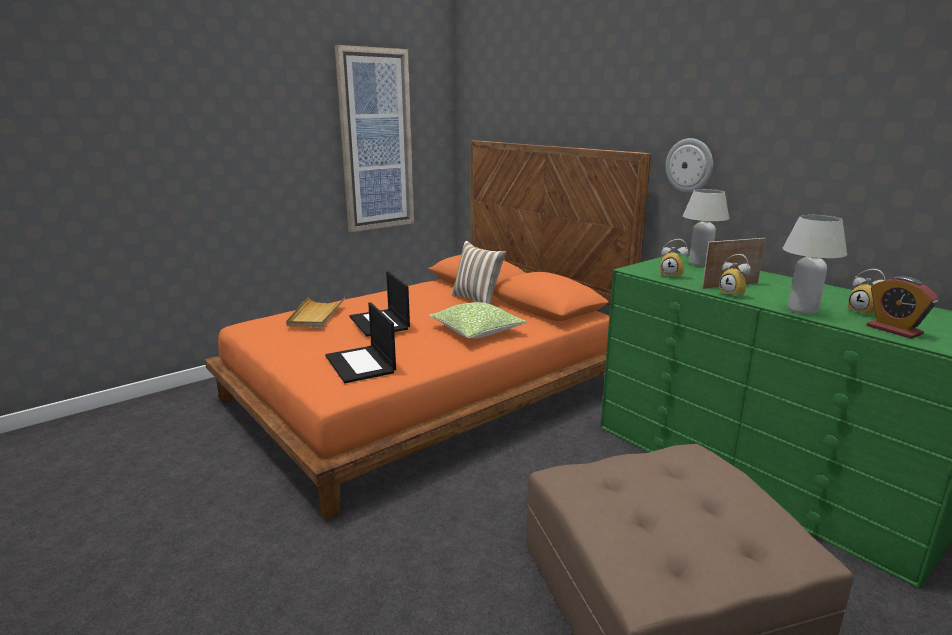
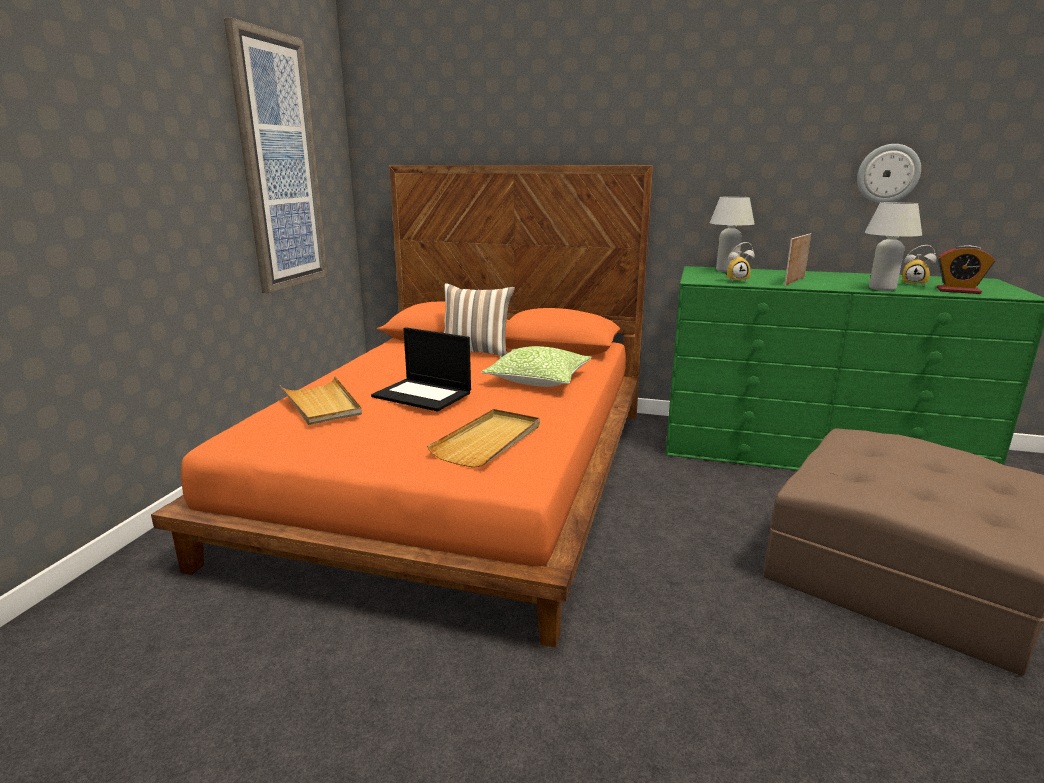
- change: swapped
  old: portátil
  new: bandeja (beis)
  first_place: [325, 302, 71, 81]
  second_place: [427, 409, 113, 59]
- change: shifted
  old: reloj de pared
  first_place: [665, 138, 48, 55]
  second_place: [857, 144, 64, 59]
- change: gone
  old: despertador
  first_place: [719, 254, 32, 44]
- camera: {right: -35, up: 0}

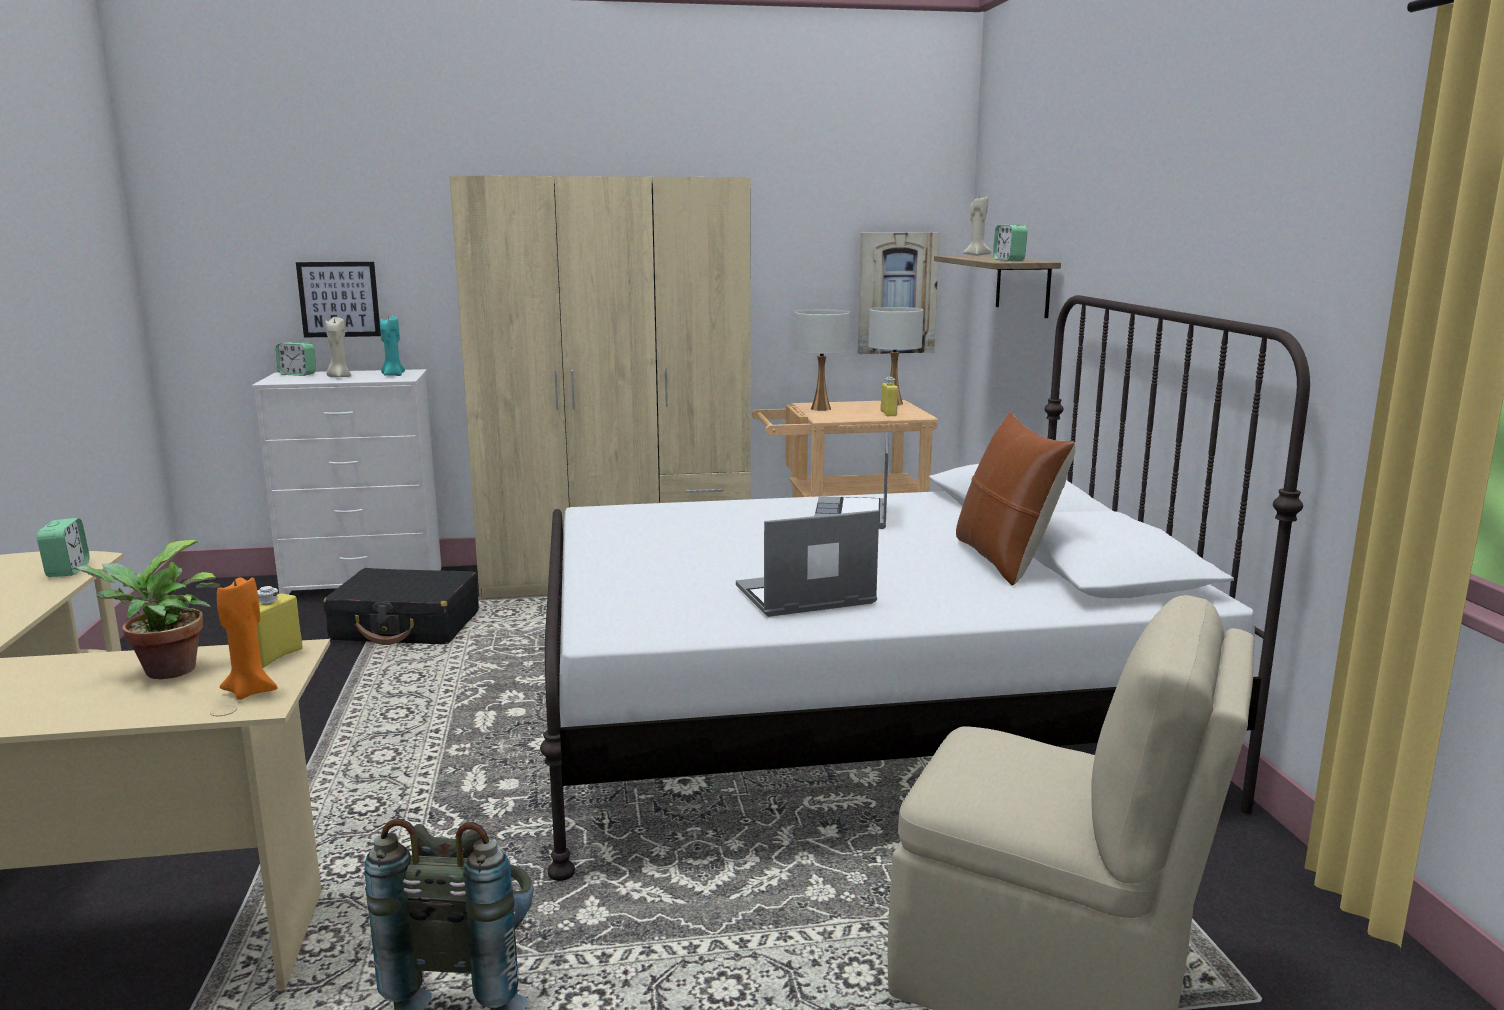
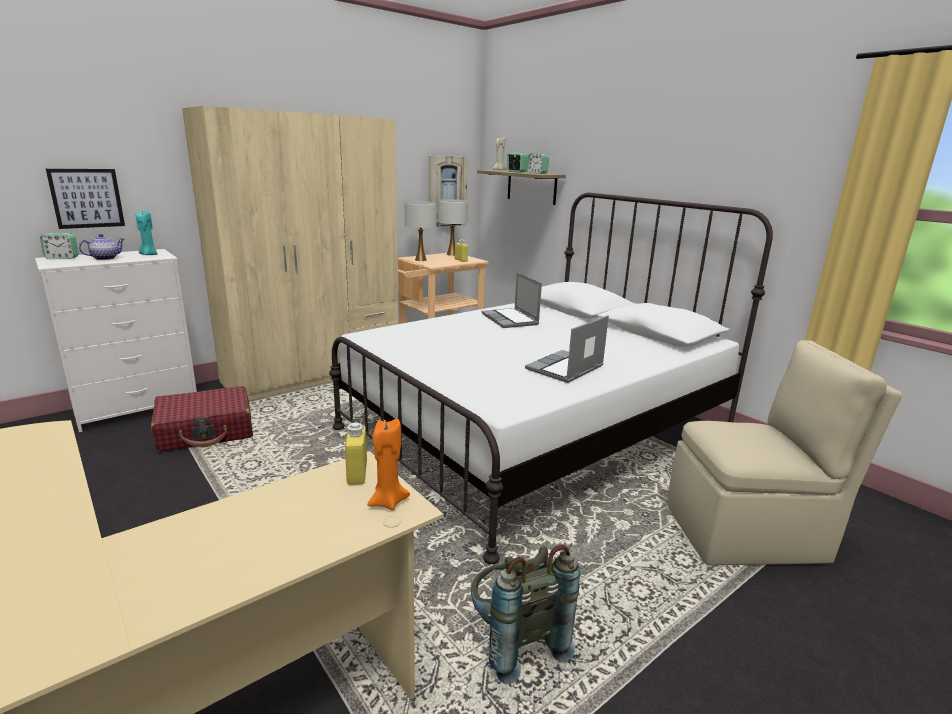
- change: swapped
  old: vela (beis)
  new: tetera
  first_place: [325, 317, 26, 60]
  second_place: [79, 234, 45, 26]
- change: repainted
  old: maleta (negro)
  new: maleta (rojo)
  first_place: [323, 568, 156, 77]
  second_place: [151, 386, 102, 66]
- change: shifted
  old: despertador
  first_place: [37, 518, 52, 59]
  second_place: [507, 153, 20, 20]
- change: gone
  old: planta en maceta
  first_place: [70, 540, 150, 139]
- change: gone
  old: cojín (marrón)
  first_place: [956, 412, 119, 174]
- camera: {right: -30, up: 5}

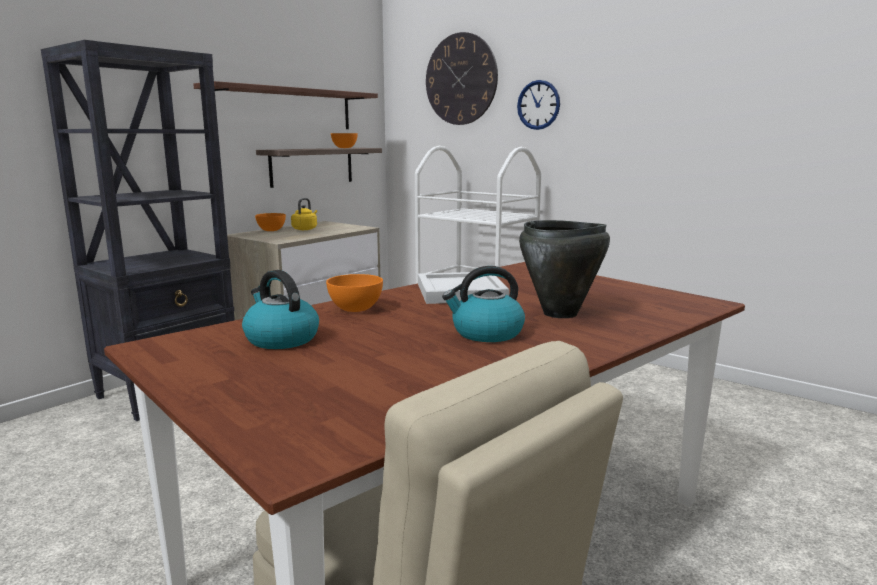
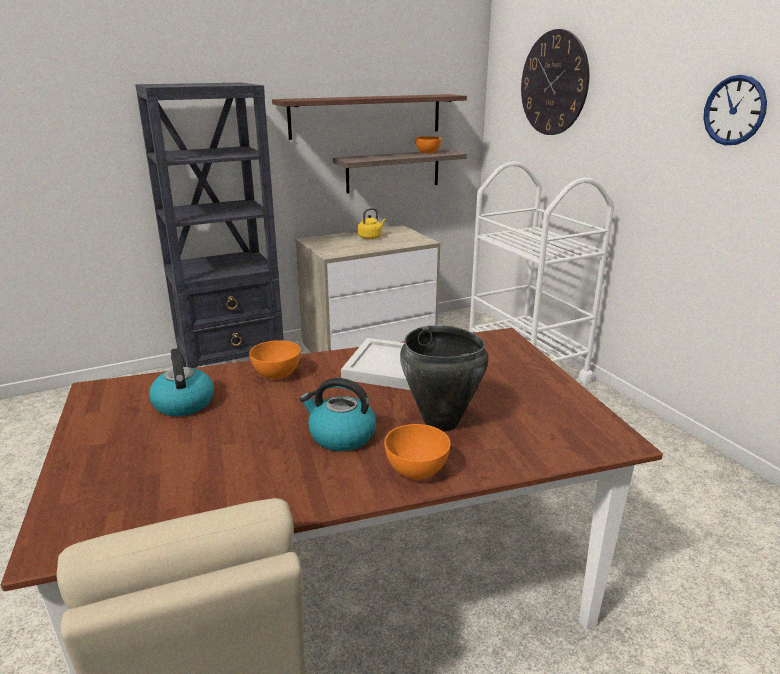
- change: shifted
  old: cuenco (naranja)
  first_place: [255, 213, 31, 18]
  second_place: [384, 424, 67, 56]
- change: shifted
  old: reloj de pared
  first_place: [517, 80, 43, 50]
  second_place: [703, 75, 64, 70]
- camera: {right: 25, up: 10}

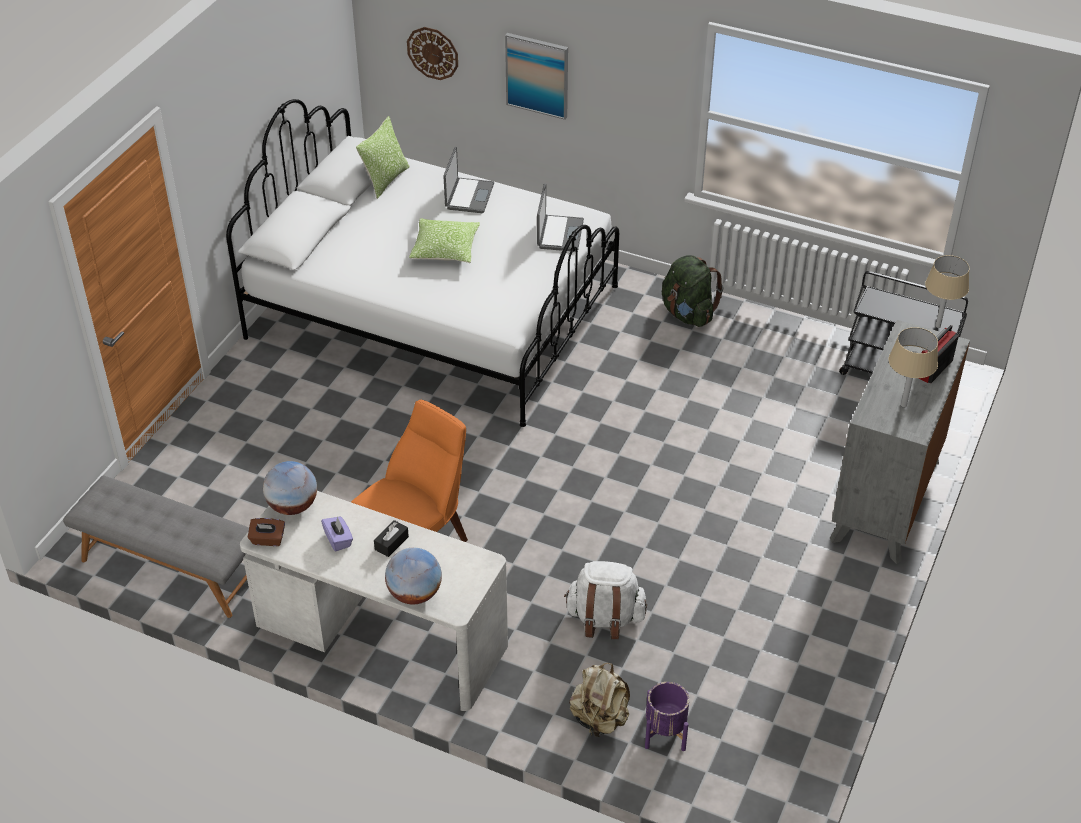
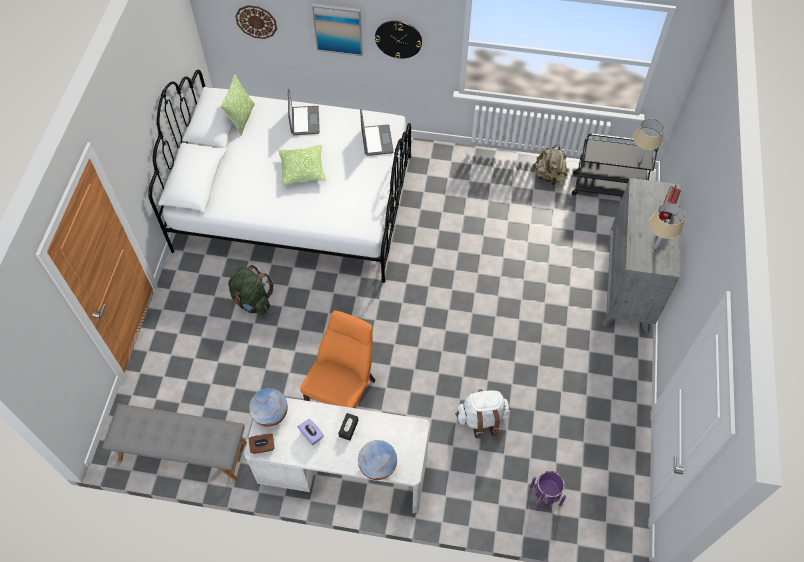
- change: shifted
  old: mochila (verde)
  first_place: [662, 255, 61, 72]
  second_place: [228, 265, 46, 50]
- change: new
  new: reloj de pared
  second_place: [375, 21, 47, 38]
- change: shifted
  old: mochila (beis)
  first_place: [569, 663, 61, 74]
  second_place: [534, 145, 33, 40]
- camera: {right: -15, up: 15}

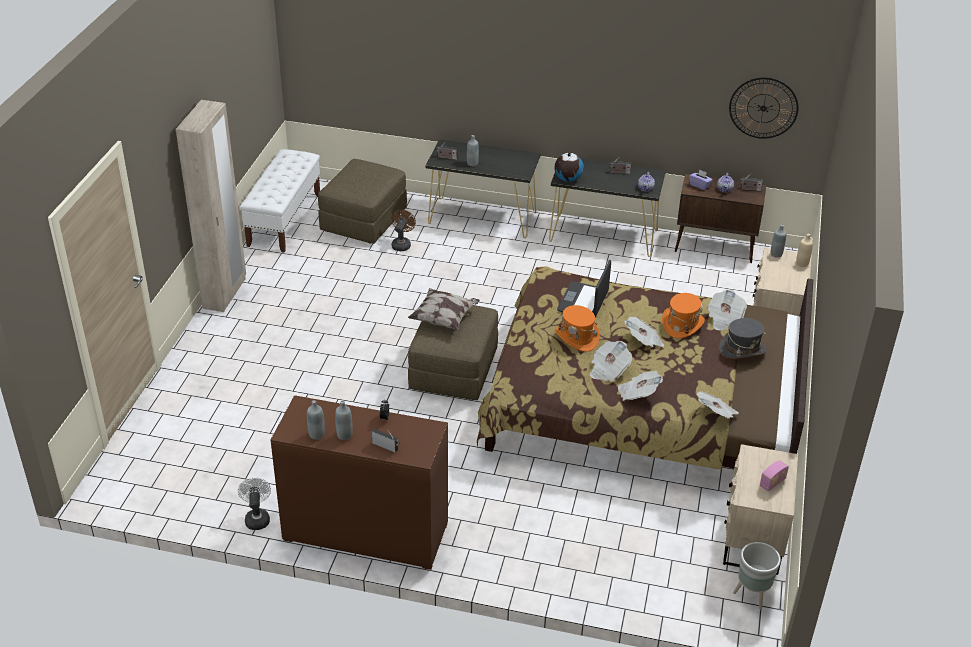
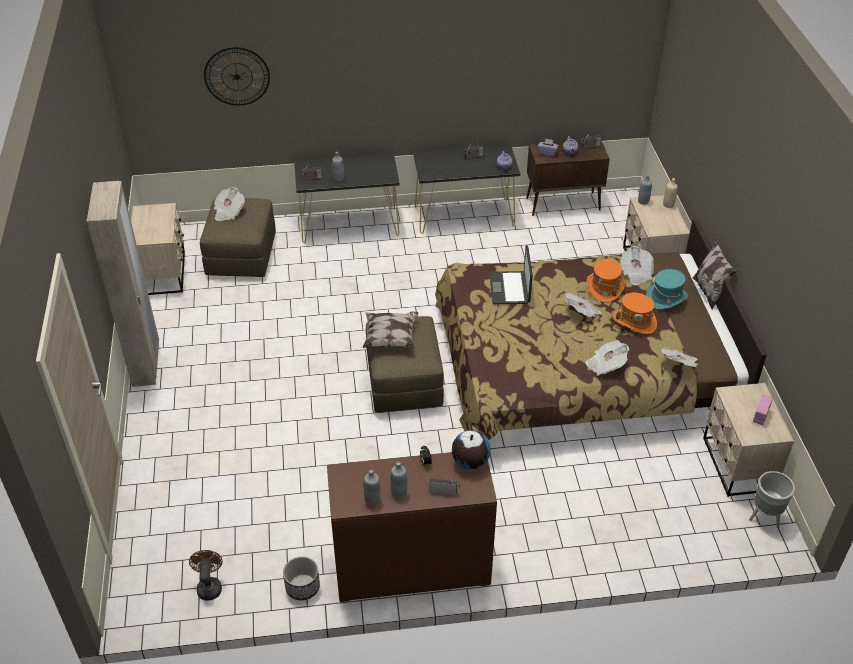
- change: swapped
  old: banco (blanco)
  new: mesita de noche (beis)
  first_place: [240, 149, 80, 104]
  second_place: [131, 203, 54, 92]
- change: shifted
  old: ventilador (marrón)
  first_place: [391, 210, 25, 41]
  second_place: [189, 550, 34, 50]
- change: shifted
  old: reloj de pared
  first_place: [729, 77, 69, 62]
  second_place: [204, 47, 66, 59]
- change: shifted
  old: periódico
  first_place: [590, 341, 42, 41]
  second_place: [214, 187, 31, 34]
- change: swapped
  old: ventilador (blanco)
  new: maceta
  first_place: [238, 477, 33, 53]
  second_place: [283, 556, 37, 44]
- change: shifted
  old: globo terráqueo
  first_place: [555, 152, 29, 30]
  second_place: [452, 430, 39, 39]
- change: shifted
  old: sombrero (naranja)
  first_place: [556, 305, 44, 47]
  second_place: [613, 293, 44, 41]
- change: repainted
  old: sombrero (gris)
  new: sombrero (turquesa)
  first_place: [719, 318, 48, 41]
  second_place: [646, 269, 42, 40]
- change: new
  new: cojín
  second_place: [692, 238, 45, 71]
- camera: {right: -20, up: 5}

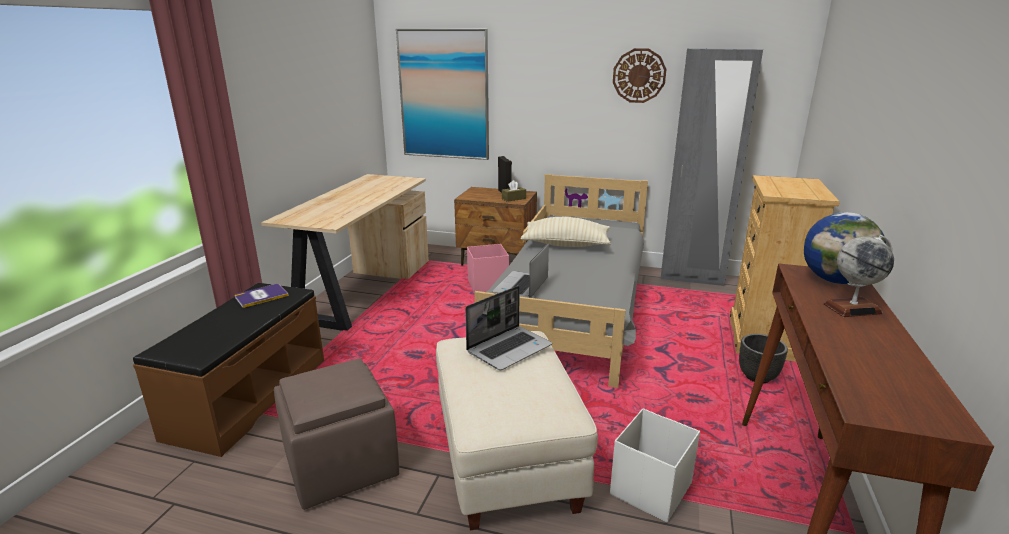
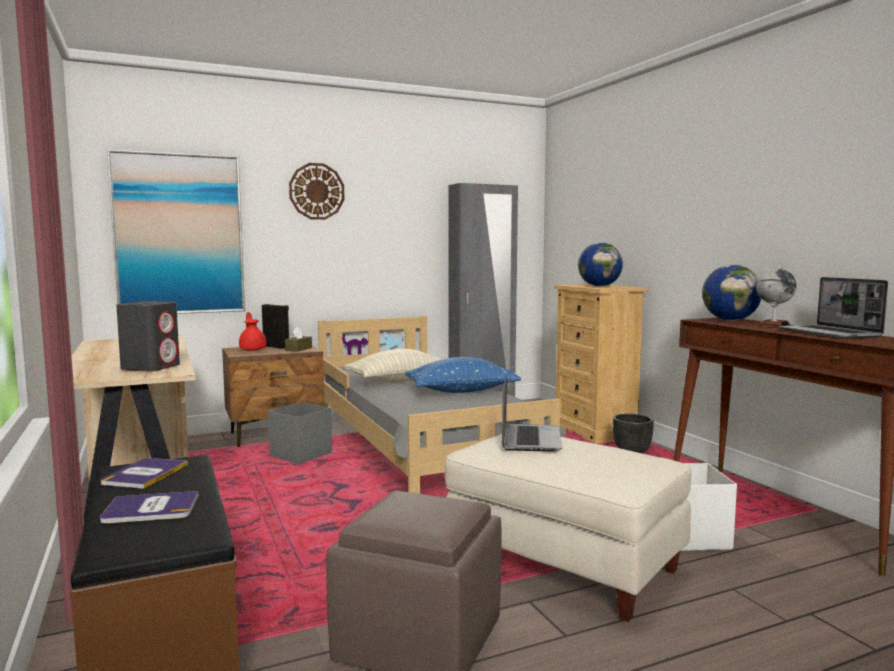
- change: new
  new: libro
  second_place: [100, 491, 98, 33]
- change: new
  new: altavoz (gris)
  second_place: [116, 301, 64, 71]
- change: new
  new: tetera (rojo)
  second_place: [239, 312, 28, 39]
- change: repainted
  old: caja de almacenaje (rosa)
  new: caja de almacenaje (gris)
  first_place: [467, 244, 42, 49]
  second_place: [268, 402, 64, 62]
- change: shifted
  old: reloj de pared
  first_place: [613, 48, 54, 55]
  second_place: [289, 163, 56, 57]
- change: new
  new: cojín (azul)
  second_place: [405, 357, 116, 36]
- change: new
  new: globo terráqueo
  second_place: [578, 242, 45, 44]
- change: shifted
  old: portátil
  first_place: [492, 243, 57, 55]
  second_place: [779, 277, 109, 62]
- camera: {right: -40, up: -15}

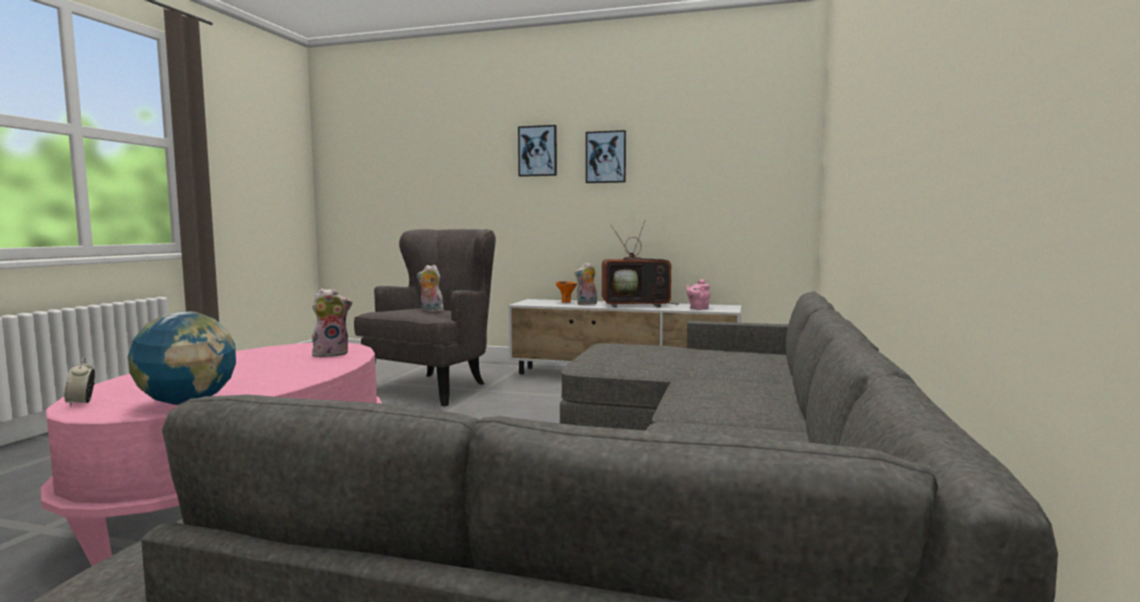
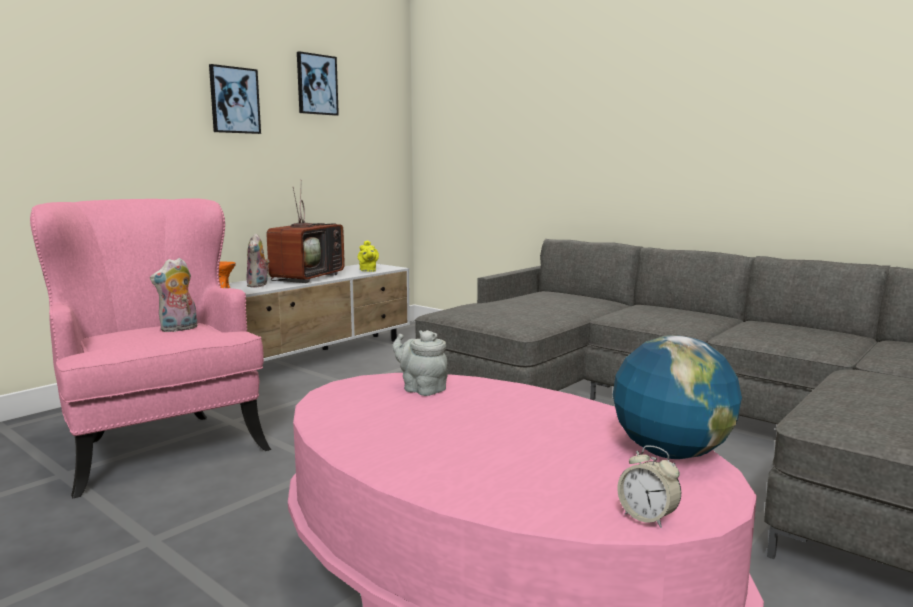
- change: repainted
  old: sillón (gris)
  new: sillón (rosa)
  first_place: [354, 229, 142, 177]
  second_place: [30, 198, 241, 300]
- change: shifted
  old: cuadro
  first_place: [518, 125, 39, 52]
  second_place: [297, 51, 42, 65]
- change: repainted
  old: tetera (rosa)
  new: tetera (amarillo)
  first_place: [686, 279, 24, 31]
  second_place: [358, 240, 21, 32]
- change: swapped
  old: peluche
  new: tetera (gris)
  first_place: [312, 288, 40, 69]
  second_place: [393, 330, 55, 66]
- change: rotated
  old: despertador
  first_place: [65, 357, 30, 50]
  second_place: [617, 446, 64, 82]
  degrees: 45
- camera: {right: -65, up: 5}

